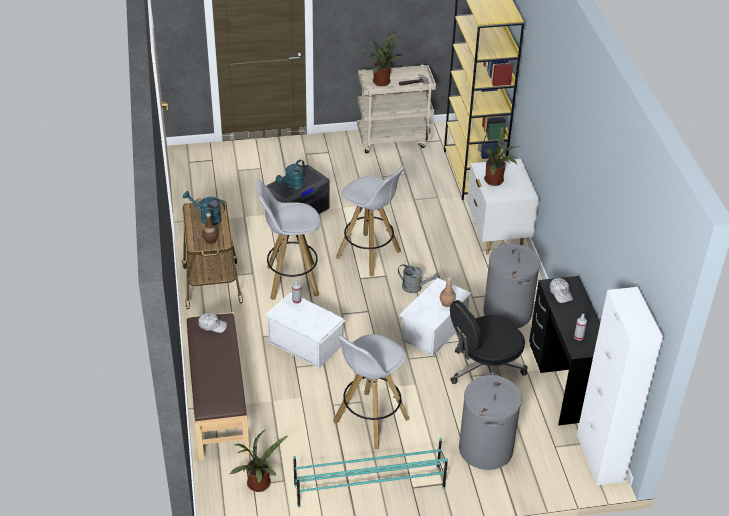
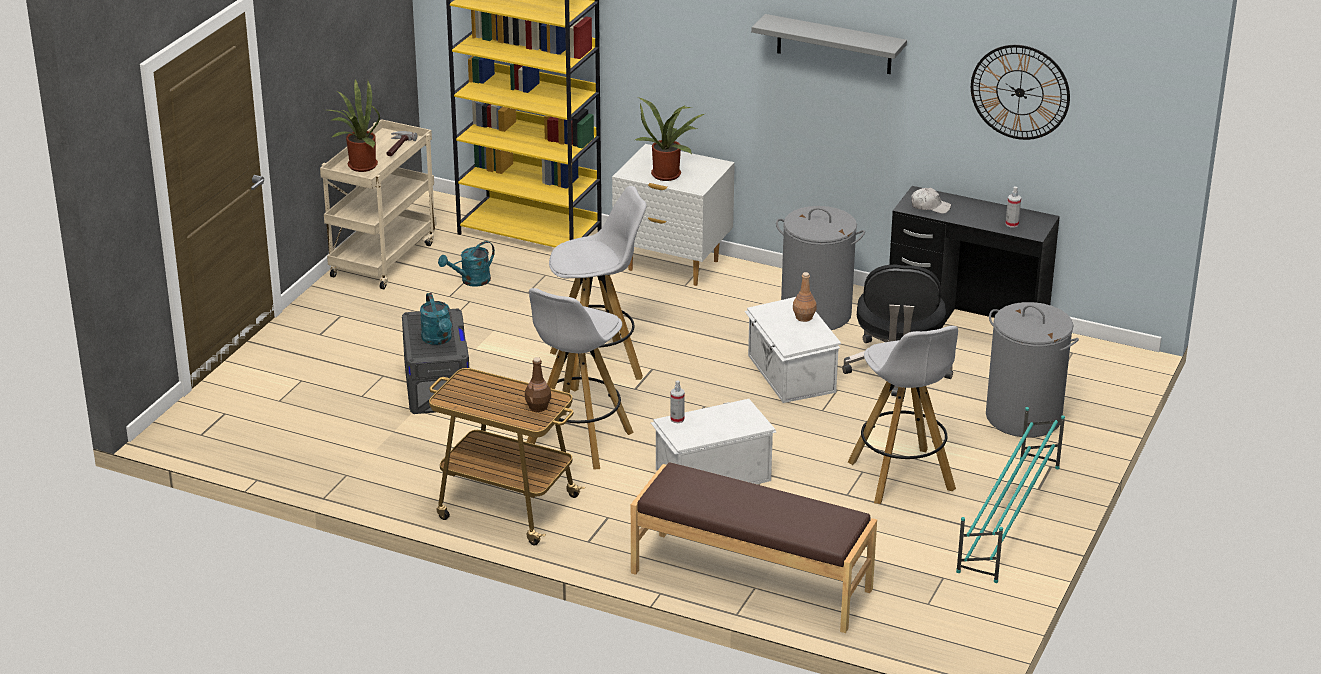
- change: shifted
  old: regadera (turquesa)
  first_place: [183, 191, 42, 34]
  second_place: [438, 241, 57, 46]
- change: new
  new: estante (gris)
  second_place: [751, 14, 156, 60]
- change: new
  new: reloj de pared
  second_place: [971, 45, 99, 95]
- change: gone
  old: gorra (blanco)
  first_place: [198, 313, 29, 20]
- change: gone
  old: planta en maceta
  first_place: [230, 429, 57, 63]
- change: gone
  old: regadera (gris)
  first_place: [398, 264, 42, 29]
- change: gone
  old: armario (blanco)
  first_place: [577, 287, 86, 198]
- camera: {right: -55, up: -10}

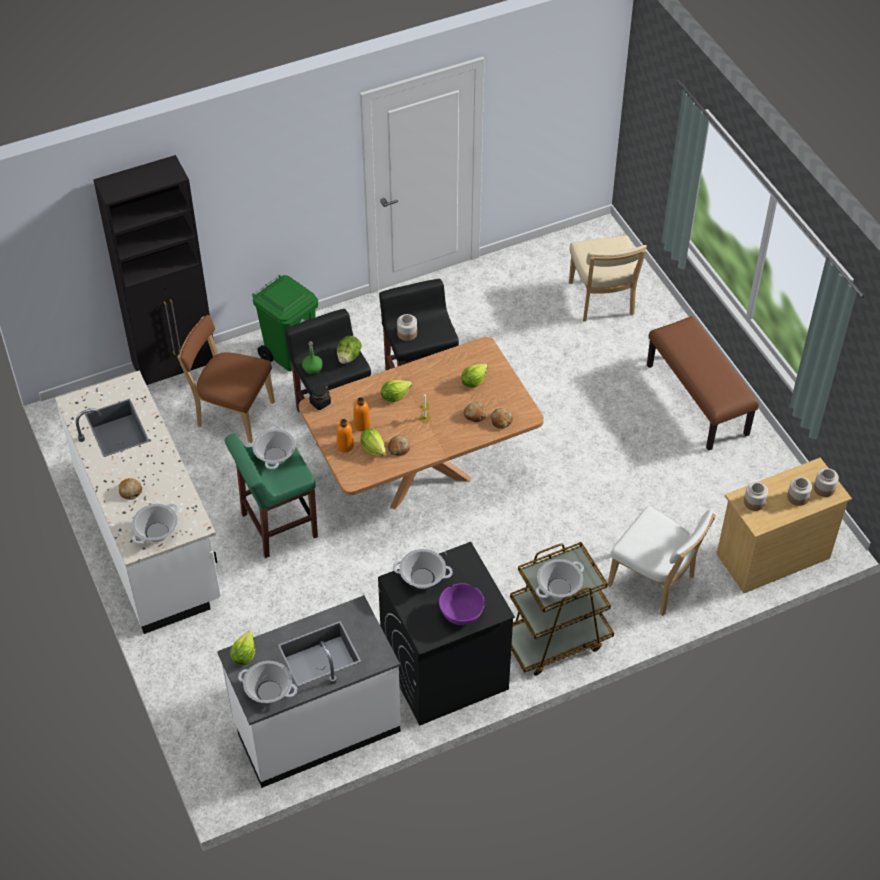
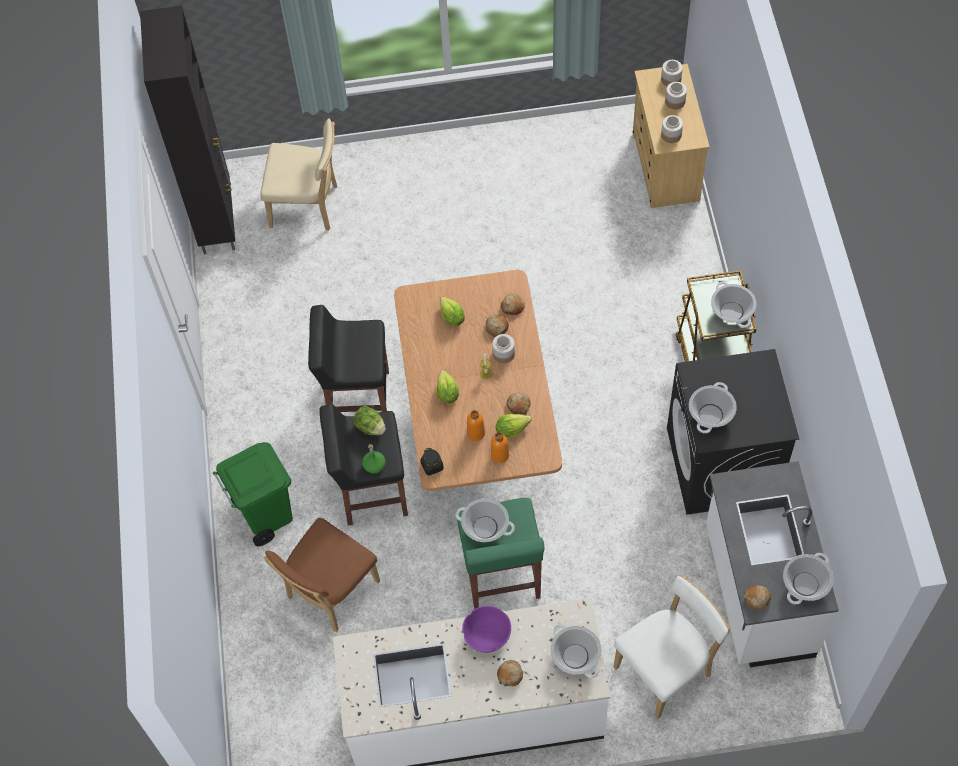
- change: shifted
  old: armario (negro)
  first_place: [93, 155, 120, 232]
  second_place: [140, 6, 95, 249]
- change: shifted
  old: cuenco (morado)
  first_place: [439, 583, 46, 42]
  second_place: [462, 606, 49, 47]
- change: shifted
  old: tarro
  first_place: [397, 314, 20, 27]
  second_place: [492, 334, 23, 29]
- change: shifted
  old: silla (blanco)
  first_place: [608, 507, 108, 109]
  second_place: [613, 575, 118, 144]
- change: swapped
  old: lechuga
  new: pan
  first_place: [230, 631, 25, 34]
  second_place: [744, 585, 27, 25]
- change: gone
  old: banco (marrón)
  first_place: [647, 316, 112, 135]
- camera: {right: -70, up: 10}

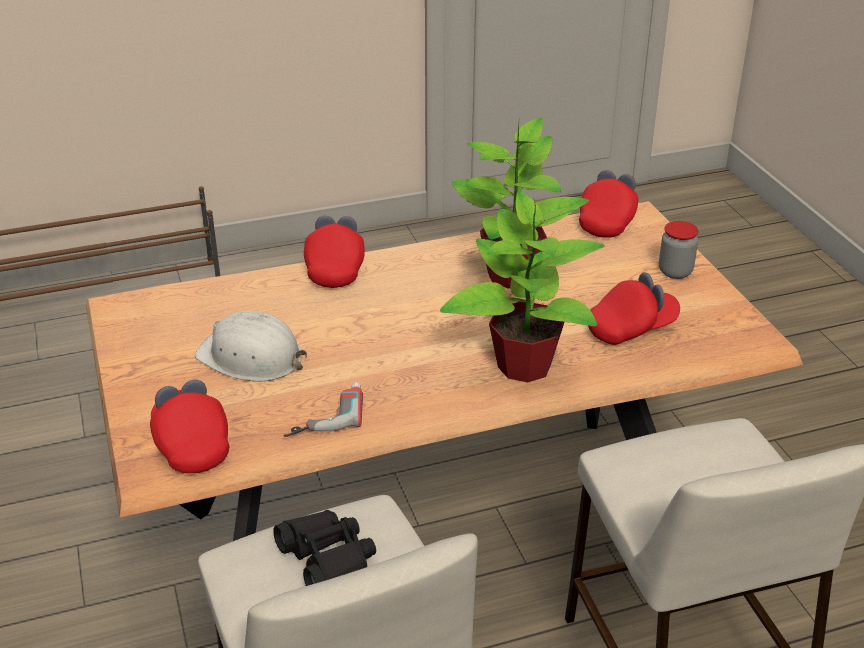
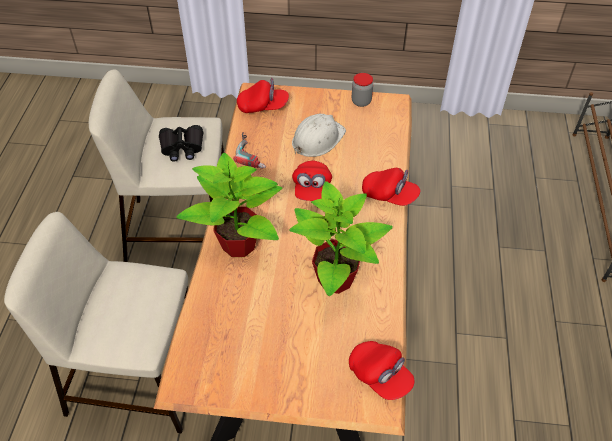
- change: shifted
  old: gorra (rojo)
  first_place: [588, 272, 92, 73]
  second_place: [292, 161, 40, 40]
- change: shifted
  old: tarro
  first_place: [659, 221, 39, 58]
  second_place: [352, 73, 21, 34]
- camera: {right: 115, up: 15}

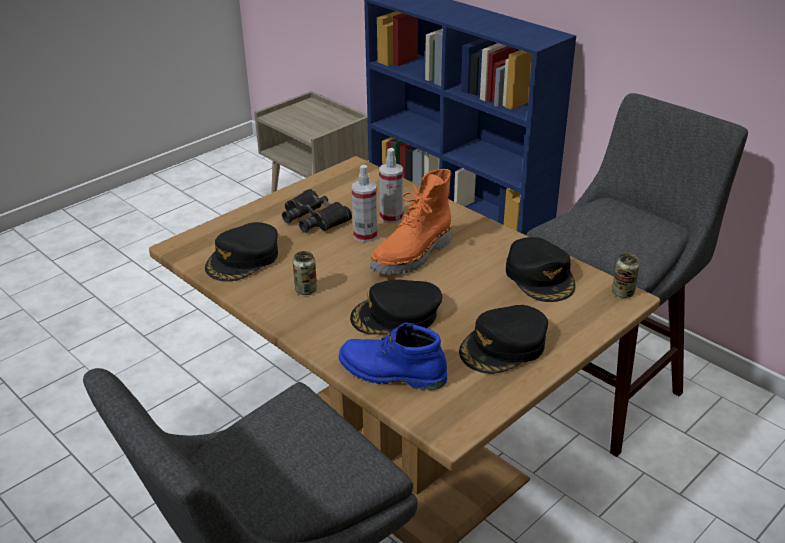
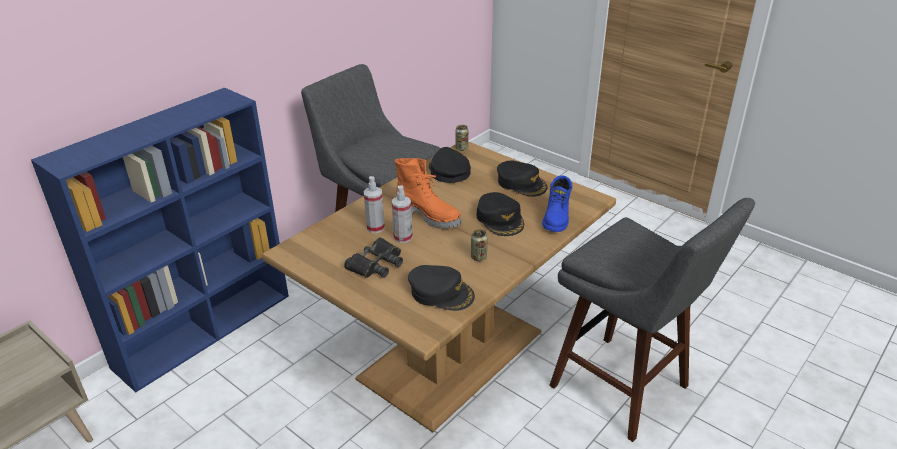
- change: rotated
  old: gorra (negro)
  first_place: [506, 237, 69, 65]
  second_place: [429, 147, 42, 36]
  degrees: -90
- camera: {right: -95, up: 0}

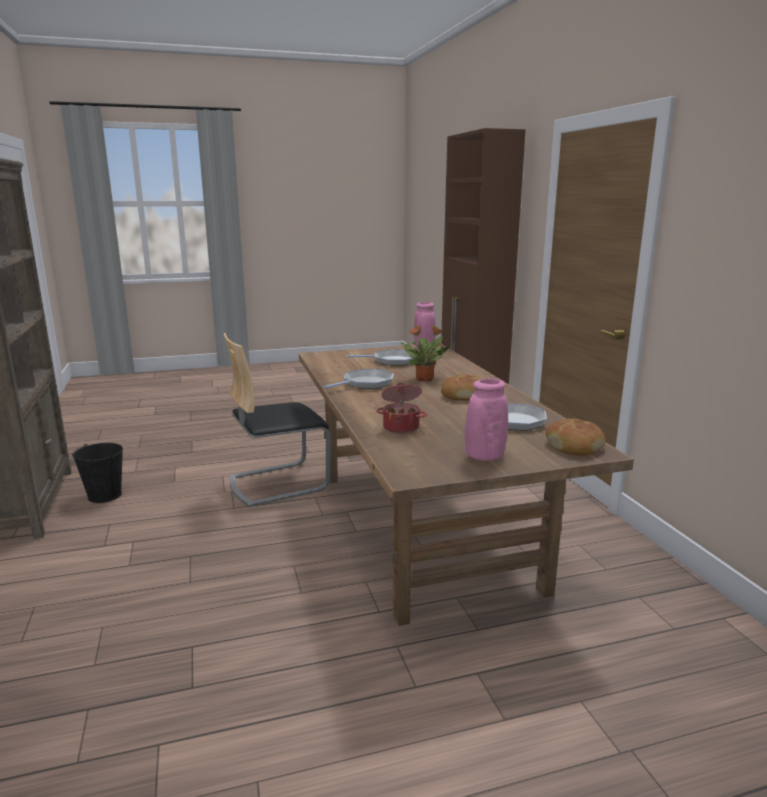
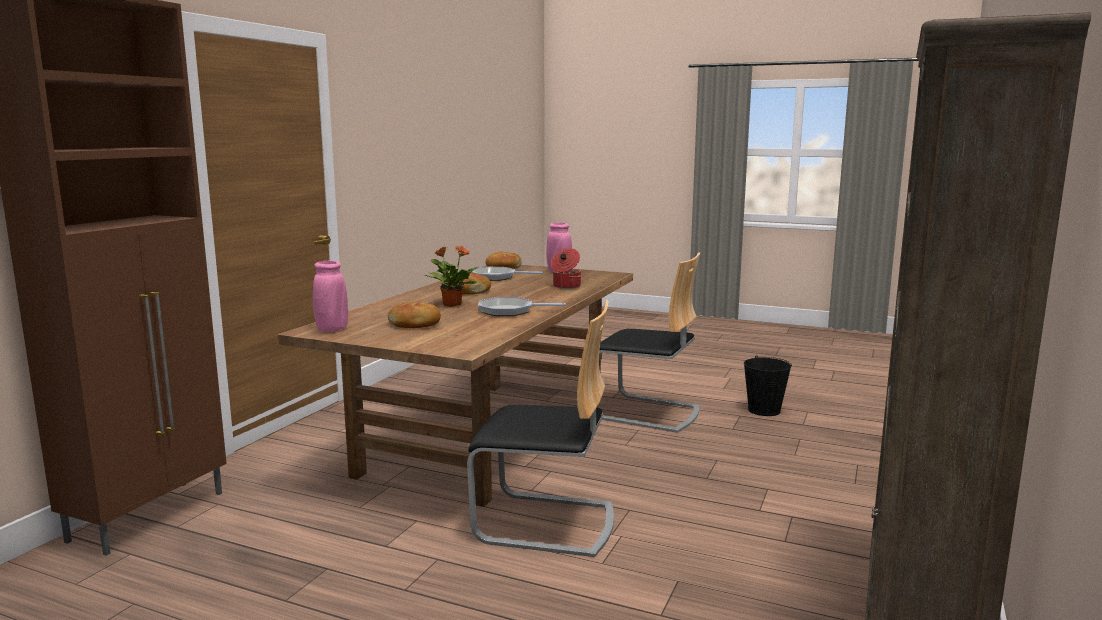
- change: swapped
  old: sartén
  new: pan
  first_place: [347, 349, 69, 17]
  second_place: [388, 302, 53, 26]
- change: new
  new: silla
  second_place: [597, 252, 103, 181]
- change: shifted
  old: cubo (negro)
  first_place: [72, 443, 51, 60]
  second_place: [744, 355, 48, 61]
- camera: {right: -140, up: -5}

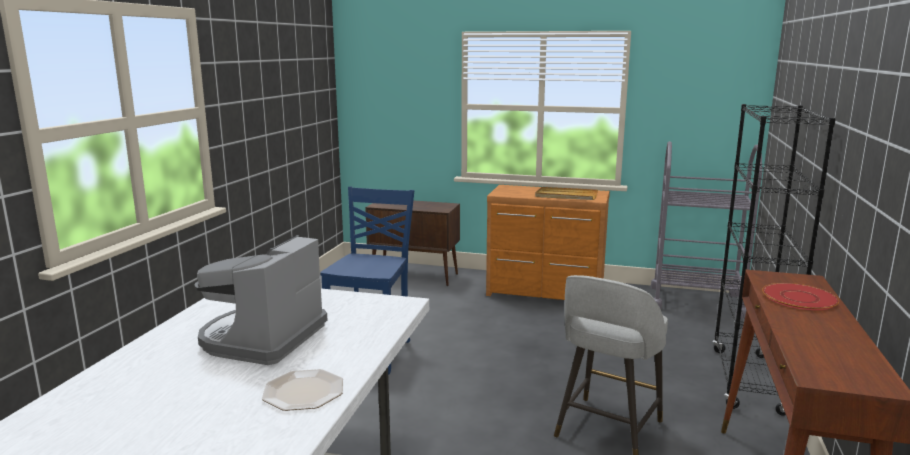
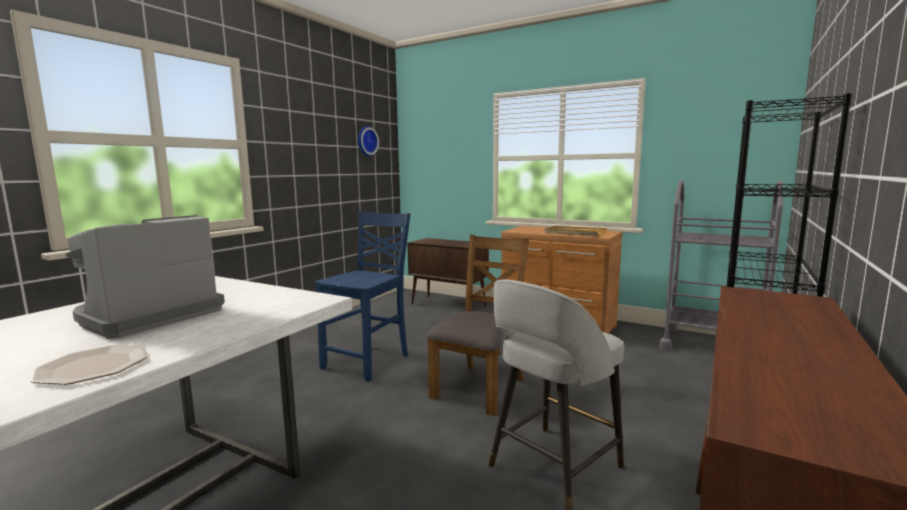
- change: new
  new: reloj de pared
  second_place: [358, 126, 21, 30]
- change: new
  new: silla (marrón)
  second_place: [426, 235, 103, 181]
- change: gone
  old: plato (rojo)
  first_place: [762, 283, 77, 27]
- camera: {right: 15, up: -5}

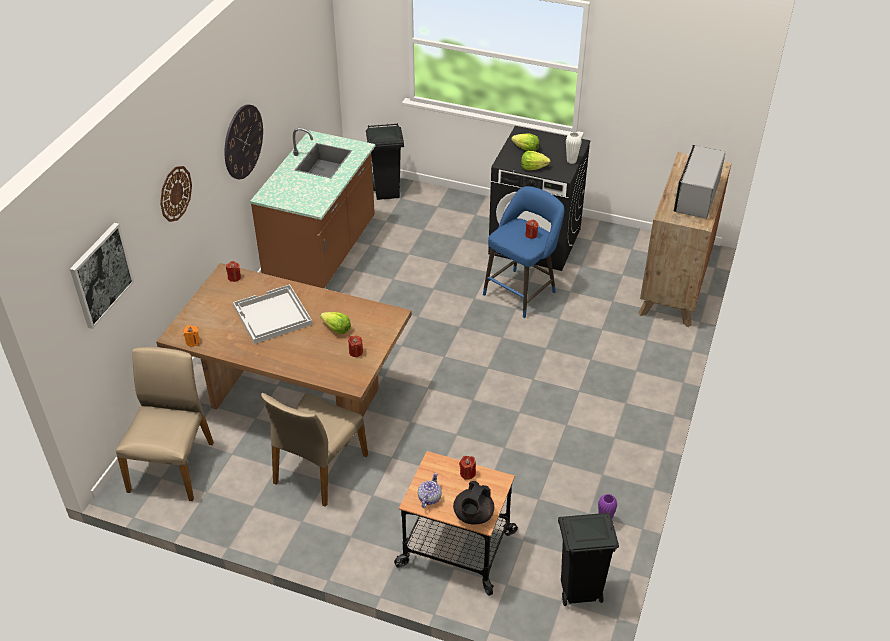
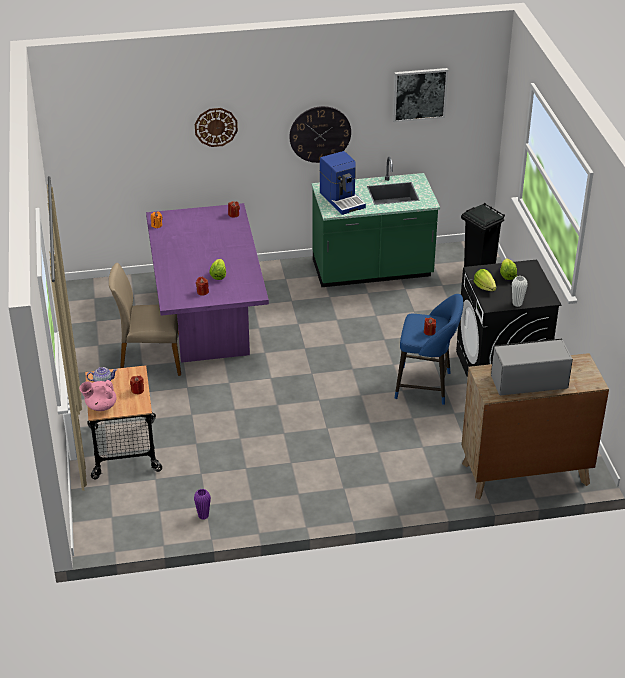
- change: repainted
  old: tetera (negro)
  new: tetera (rosa)
  first_place: [453, 481, 41, 44]
  second_place: [79, 380, 38, 31]
- change: repainted
  old: mesa de comedor (marrón)
  new: mesa de comedor (morado)
  first_place: [156, 263, 256, 183]
  second_place: [146, 203, 123, 160]
- change: repainted
  old: mueble bajo de cocina (marrón)
  new: mueble bajo de cocina (verde)
  first_place: [250, 128, 125, 160]
  second_place: [312, 157, 128, 130]
- change: new
  new: cafetera
  second_place: [319, 151, 47, 64]
- change: shifted
  old: cuadro
  first_place: [70, 223, 64, 106]
  second_place: [393, 68, 55, 54]
- change: gone
  old: silla (beis)
  first_place: [116, 347, 98, 154]
- change: gone
  old: bandeja (blanco)
  first_place: [233, 284, 79, 60]
- change: gone
  old: papelera (negro)
  first_place: [558, 513, 61, 93]
- camera: {right: 60, up: -5}

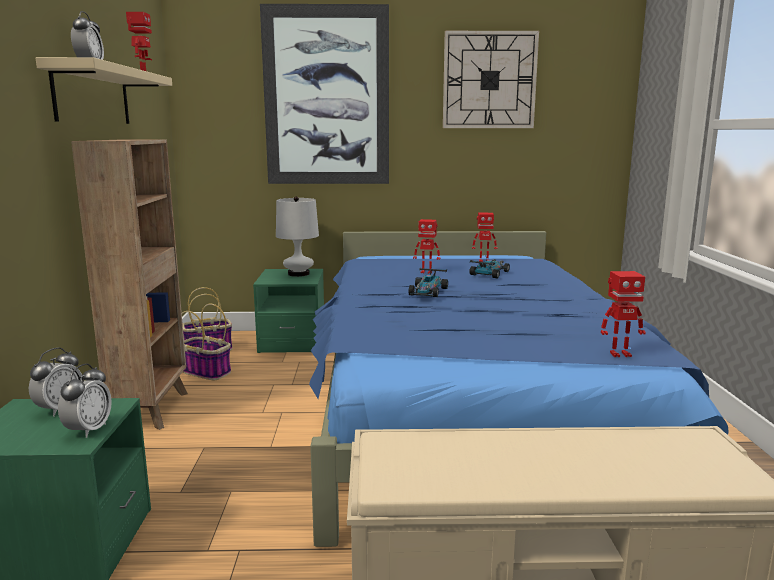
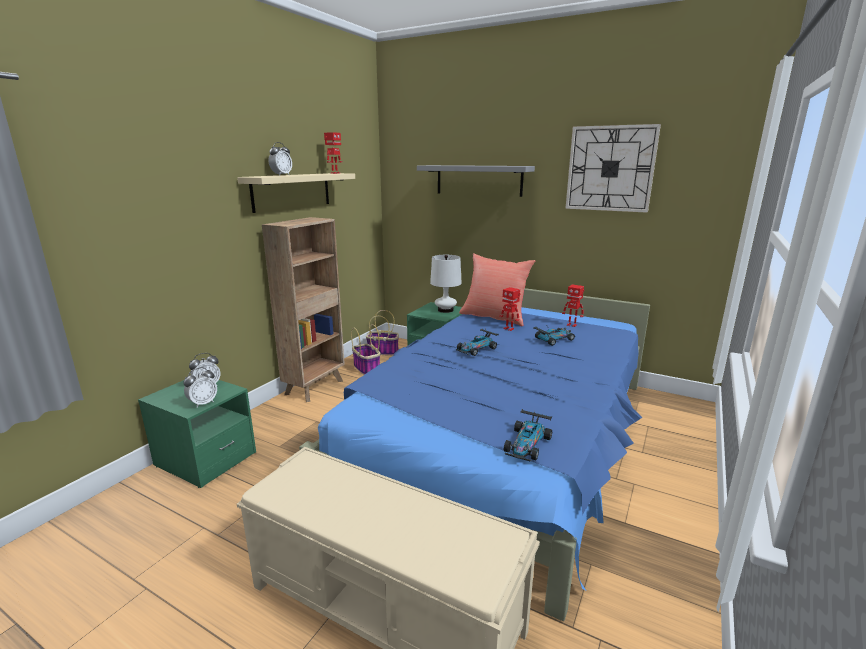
- change: swapped
  old: cuadro
  new: estante (gris)
  first_place: [260, 4, 129, 180]
  second_place: [417, 165, 118, 32]
- change: new
  new: cojín (rojo)
  second_place: [459, 253, 76, 73]
- change: swapped
  old: robot de juguete
  new: coche de juguete
  first_place: [601, 271, 45, 86]
  second_place: [504, 409, 48, 52]
- camera: {right: 30, up: 5}

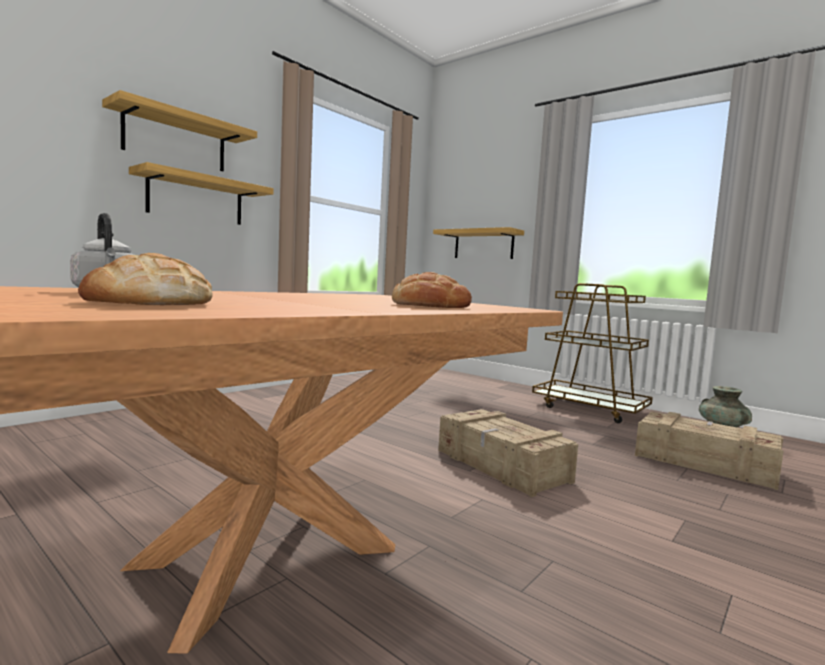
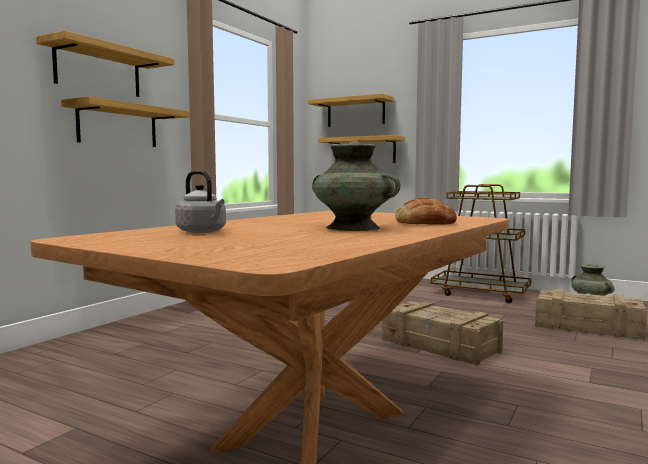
- change: new
  new: estante
  second_place: [308, 93, 86, 34]
- change: new
  new: florero (turquesa)
  second_place: [312, 141, 88, 90]
- change: gone
  old: pan
  first_place: [78, 253, 135, 52]
- camera: {right: -10, up: 0}

